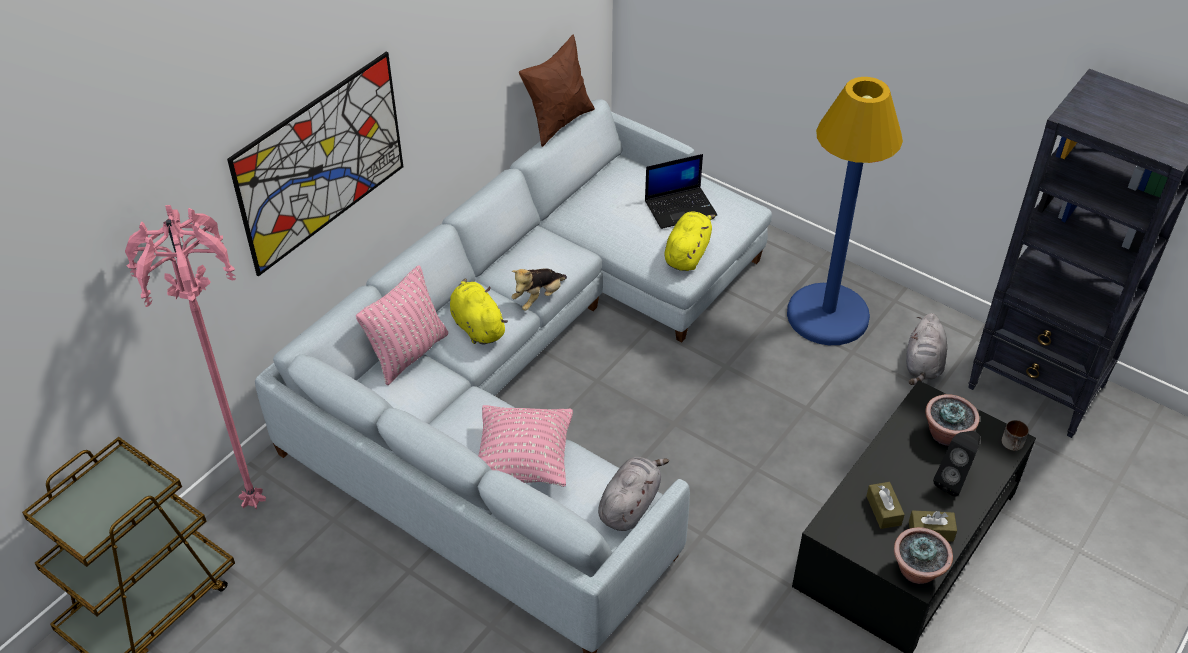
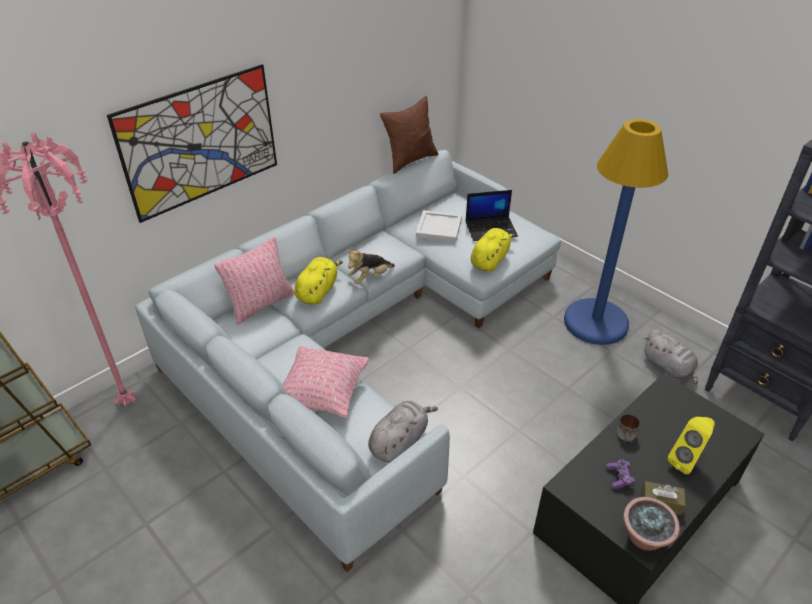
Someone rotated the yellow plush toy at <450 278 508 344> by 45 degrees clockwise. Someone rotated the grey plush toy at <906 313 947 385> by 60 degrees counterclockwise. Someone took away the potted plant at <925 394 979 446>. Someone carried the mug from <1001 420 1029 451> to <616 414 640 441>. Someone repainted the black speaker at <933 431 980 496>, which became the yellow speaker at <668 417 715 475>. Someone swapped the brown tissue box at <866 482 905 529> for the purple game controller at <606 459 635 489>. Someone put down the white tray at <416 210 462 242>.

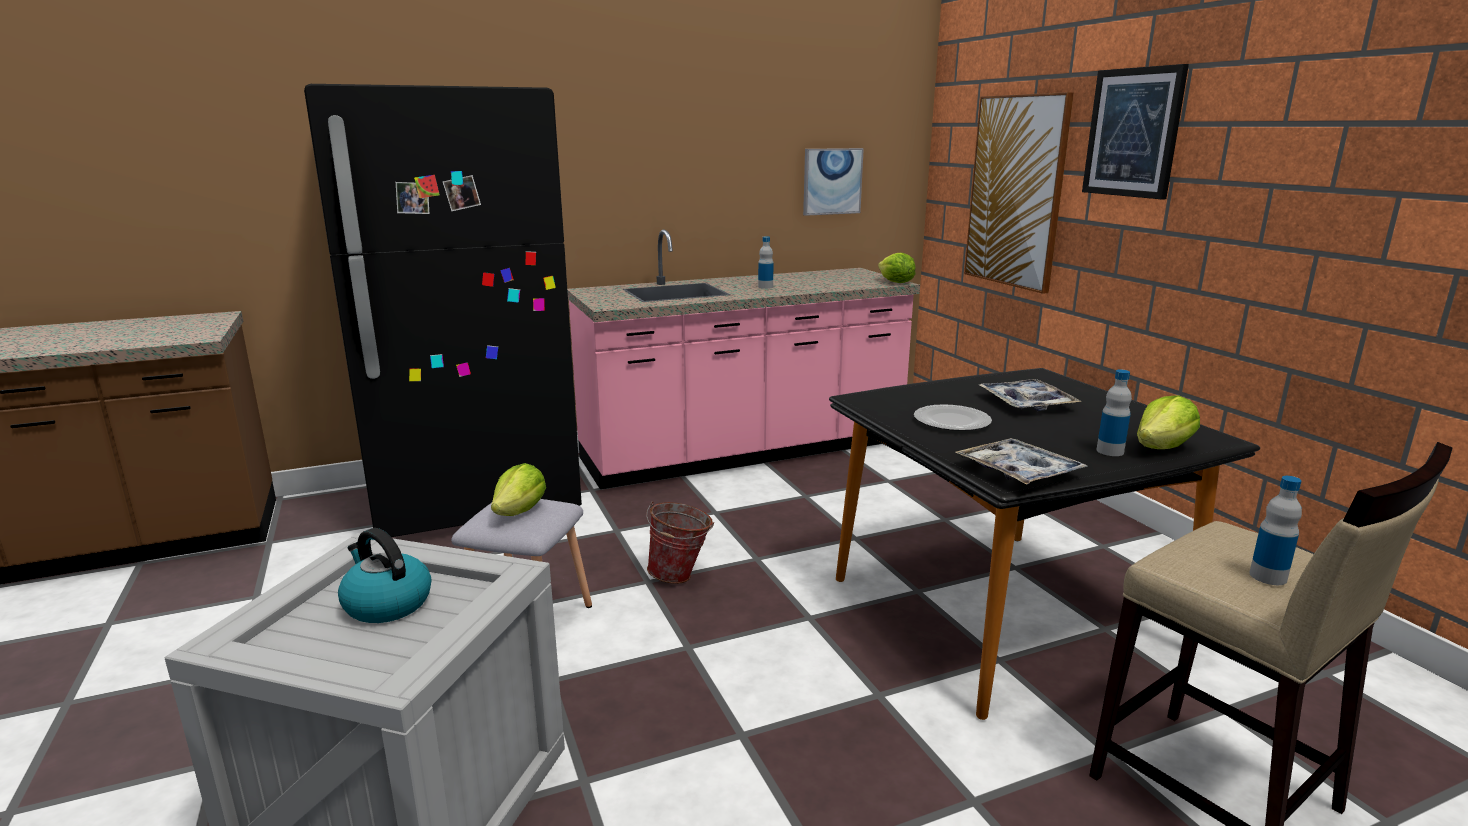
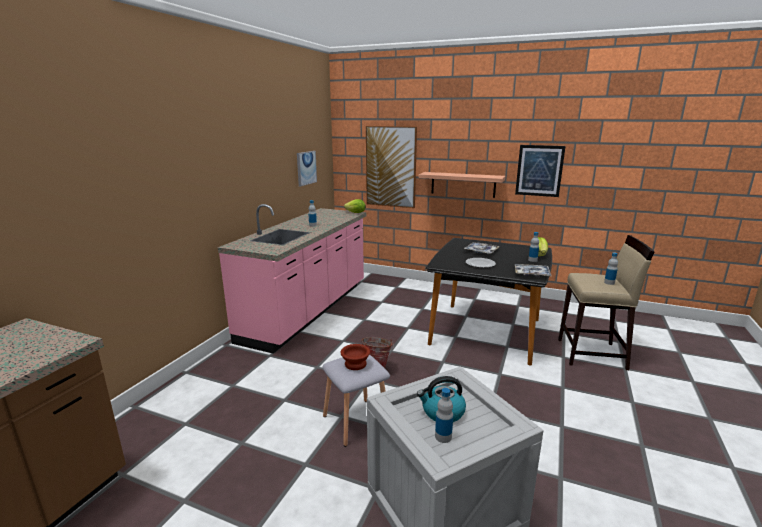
Someone carried the picture from <1082 64 1189 199> to <515 145 566 197>. Someone took away the black fridge at <304 84 582 537>. Someone swapped the lettuce at <491 463 546 516> for the brown bowl at <340 344 370 370>. Someone put up the shelf at <419 172 505 198>. Someone put down the bottle at <435 388 453 443>.

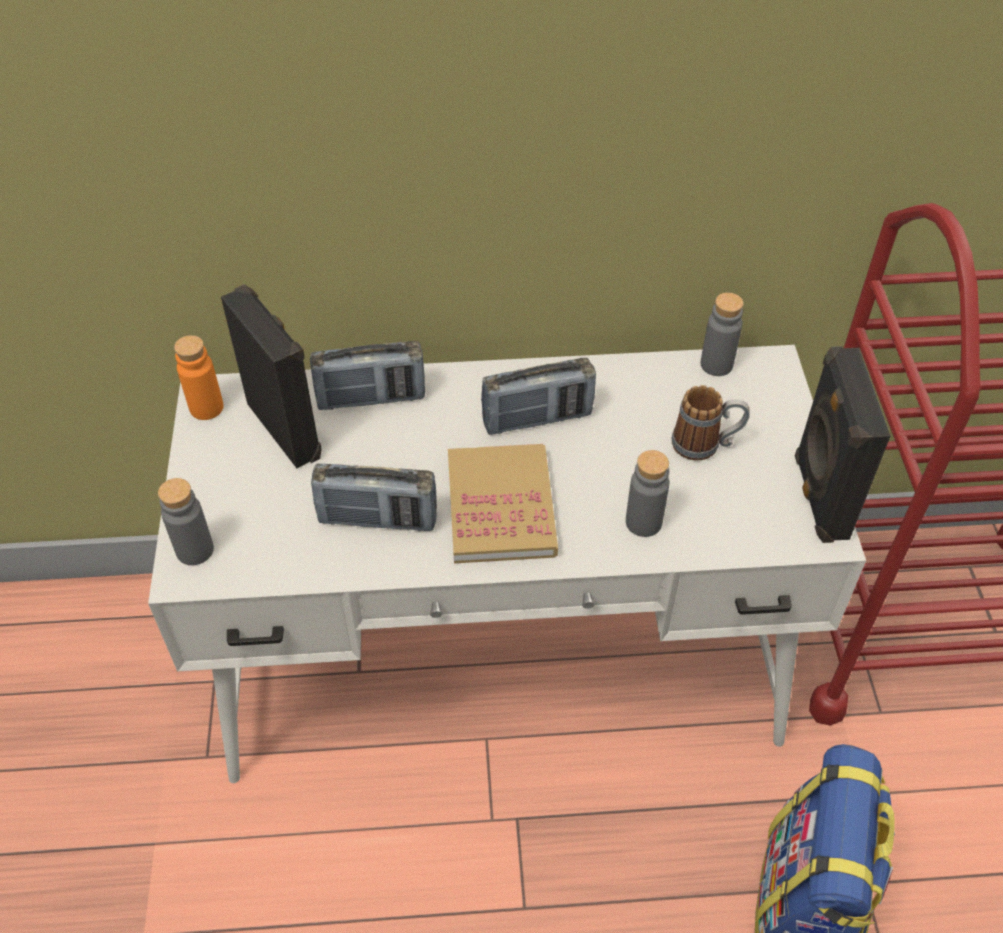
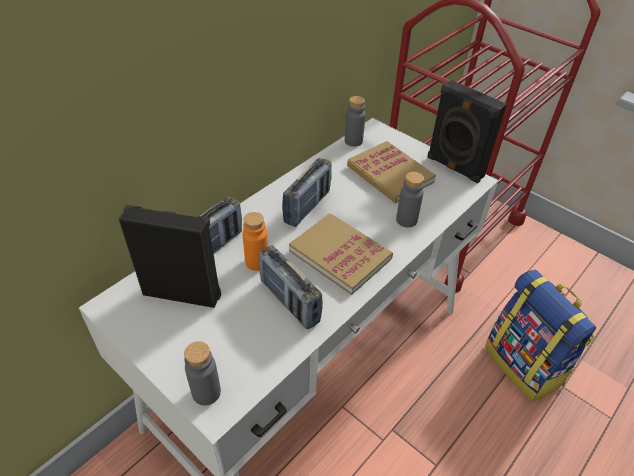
Someone carried the orange bottle from <174 335 224 420> to <243 212 268 271>. Someone swapped the mug at <671 385 750 461> for the book at <347 141 436 204>. Someone rotated the radio at <311 464 437 531> by 90 degrees clockwise.

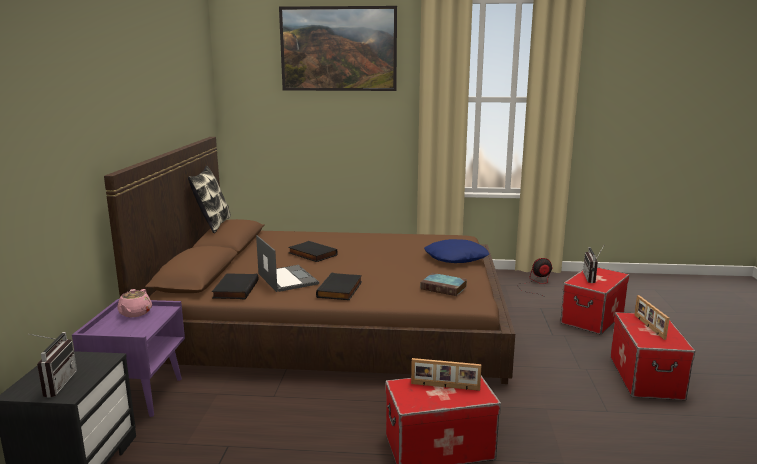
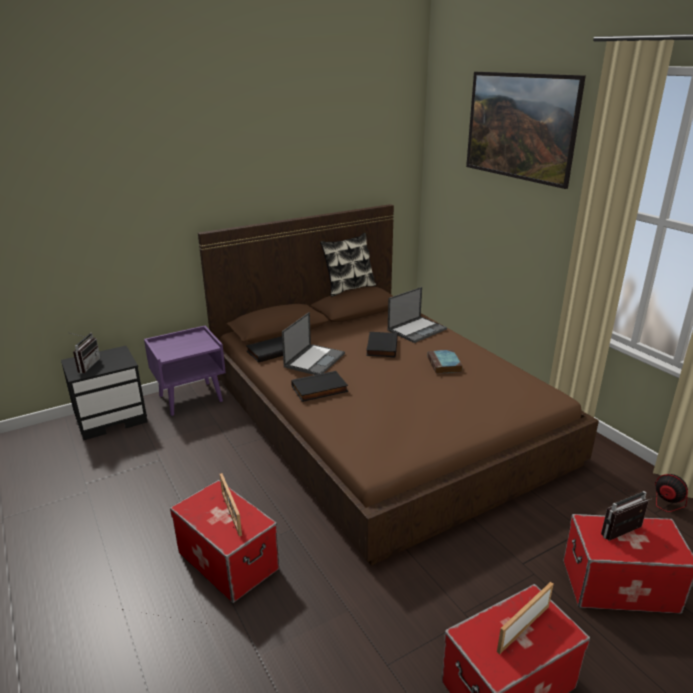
Someone took away the blue pillow at <424 239 489 263>. Someone carried the book from <421 273 467 296> to <428 350 463 374>. Someone took away the pink teapot at <118 289 152 317>. Someone rotated the radio at <28 332 77 398> by 45 degrees counterclockwise. Someone put down the laptop at <388 287 447 343>.

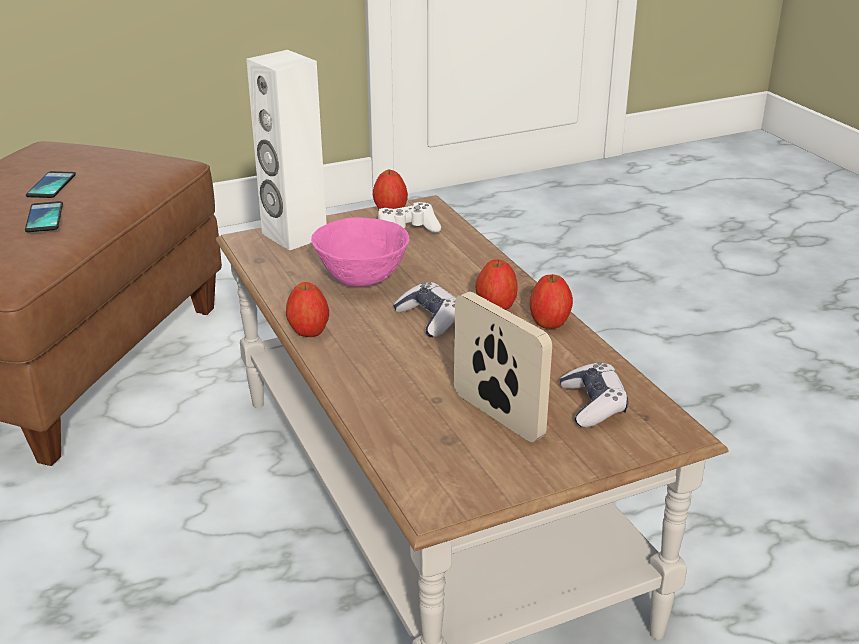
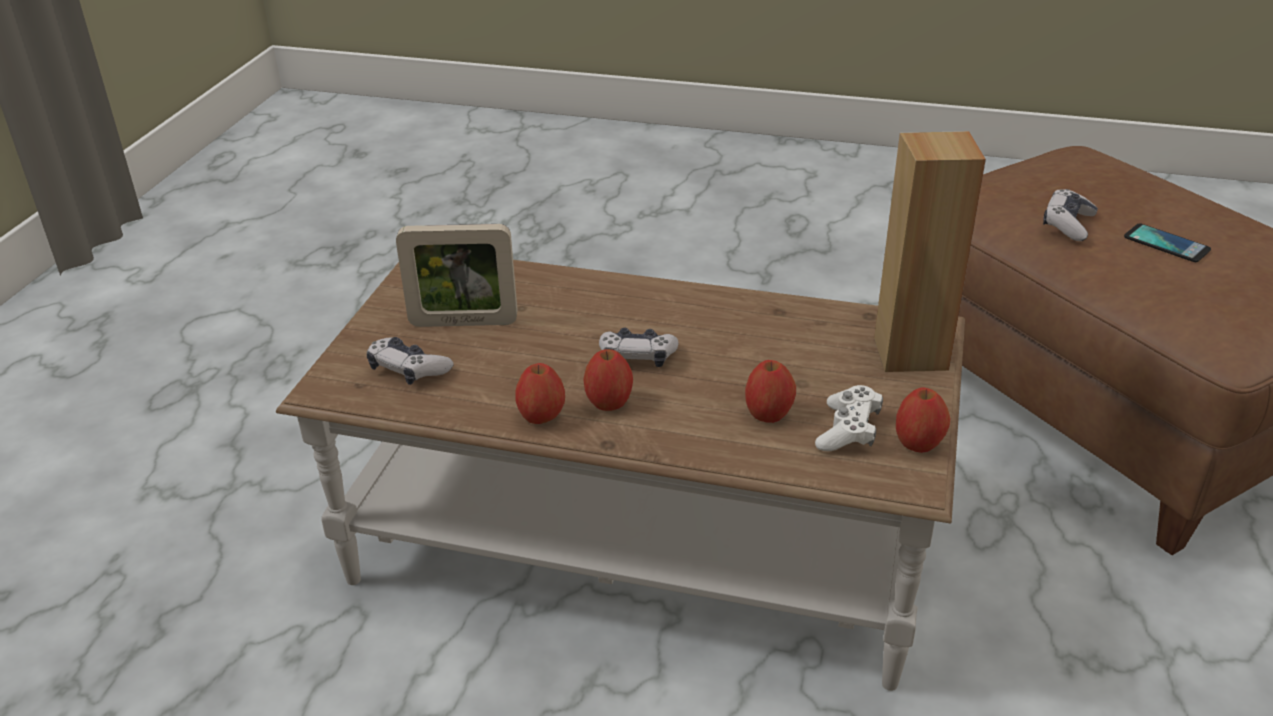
Someone repainted the white speaker at <246 50 327 251>, which became the brown speaker at <874 131 986 372>. Someone swapped the phone at <25 201 63 232> for the game controller at <1043 189 1098 241>. Someone took away the pink bowl at <311 217 409 287>. Someone carried the apple from <286 282 329 337> to <745 360 796 423>.

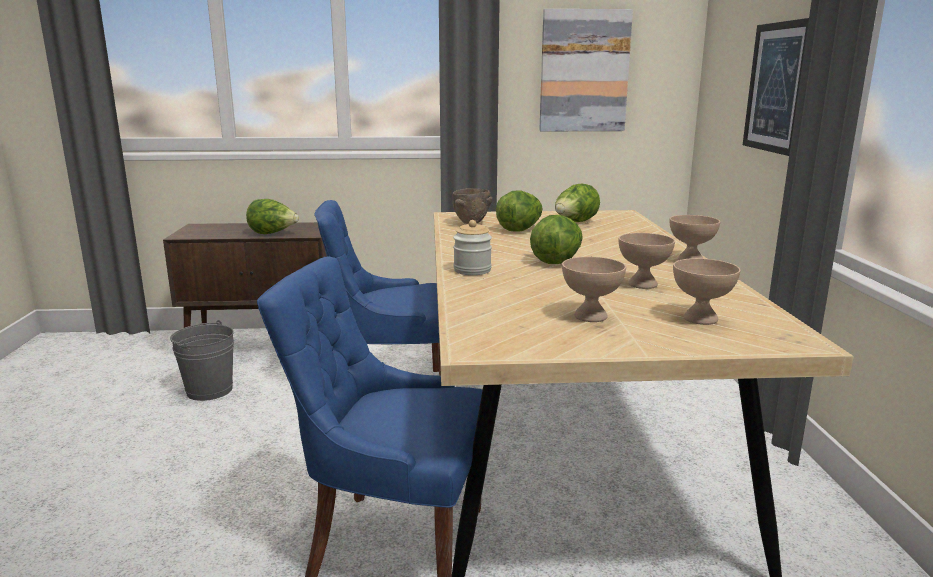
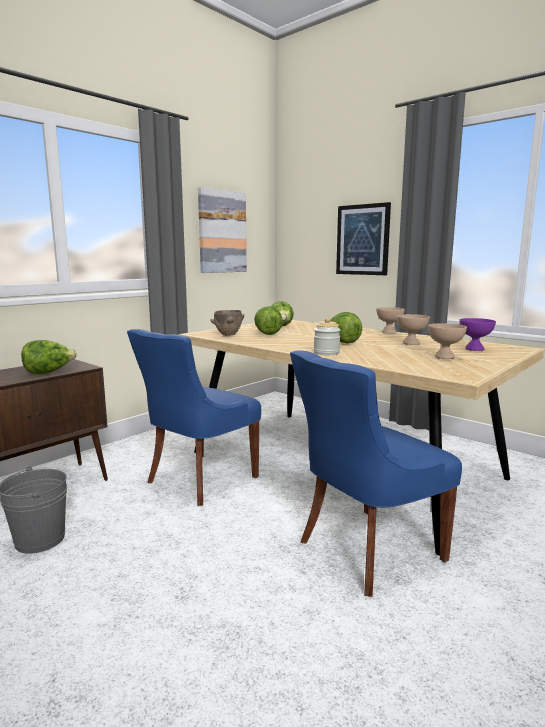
Someone repainted the beige bowl at <673 258 741 325>, which became the purple bowl at <459 318 496 351>.

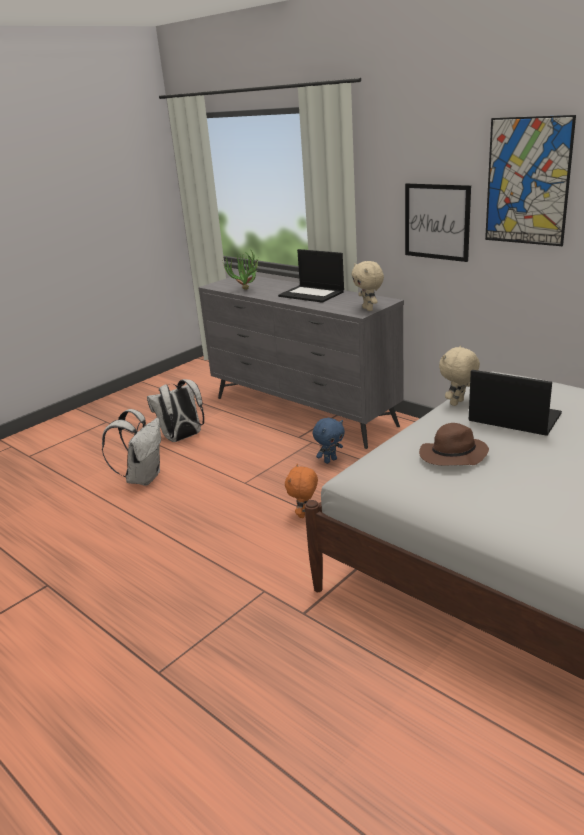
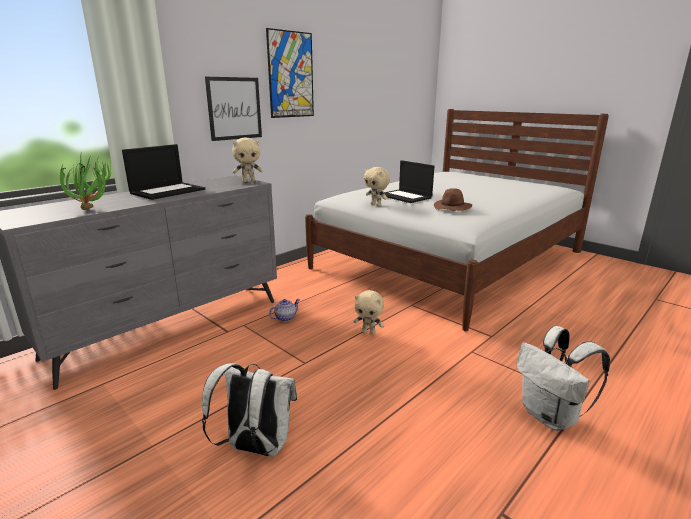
Someone rotated the laptop at <469 370 562 436> by 75 degrees counterclockwise. Someone carried the white backpack from <147 379 204 442> to <517 326 610 431>. Someone swapped the blue plush toy at <313 418 345 464> for the teapot at <269 299 300 322>. Someone repainted the orange plush toy at <285 464 318 518>, which became the beige plush toy at <353 290 385 335>.

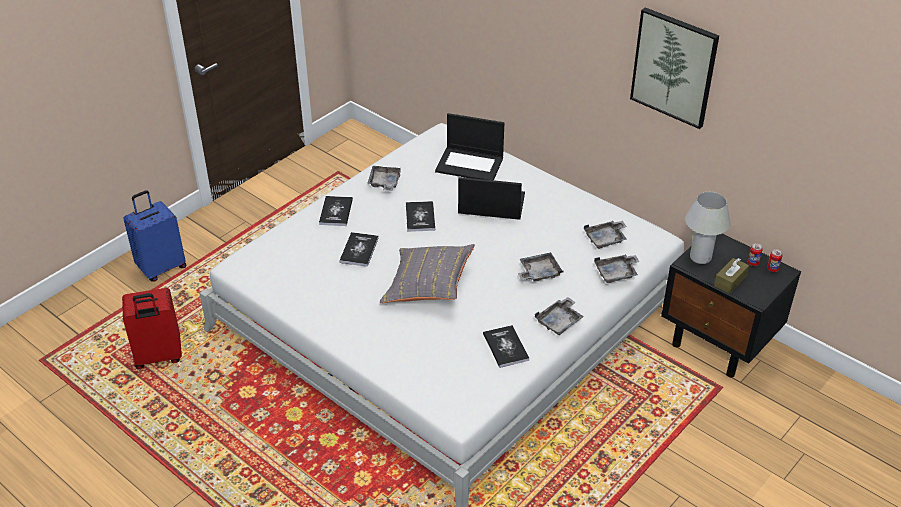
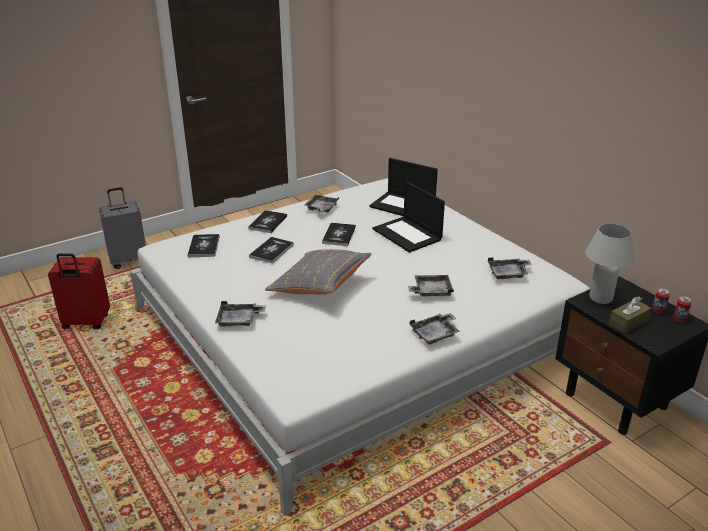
Someone took away the picture at <630 7 719 129>. Someone rotated the laptop at <458 177 525 220> by 150 degrees counterclockwise. Someone repainted the blue suitcase at <124 190 186 281>, which became the grey suitcase at <99 187 146 269>. Someone carried the grey tray from <594 255 639 283> to <215 301 266 326>. Someone carried the book from <483 325 529 368> to <187 234 220 257>.

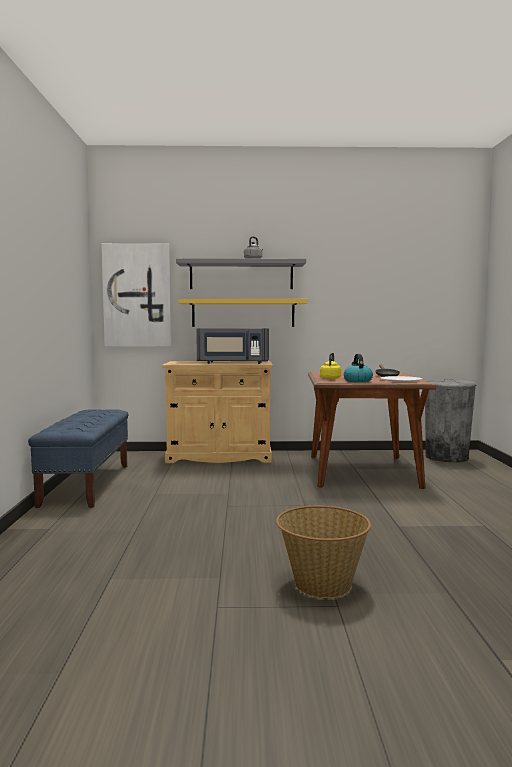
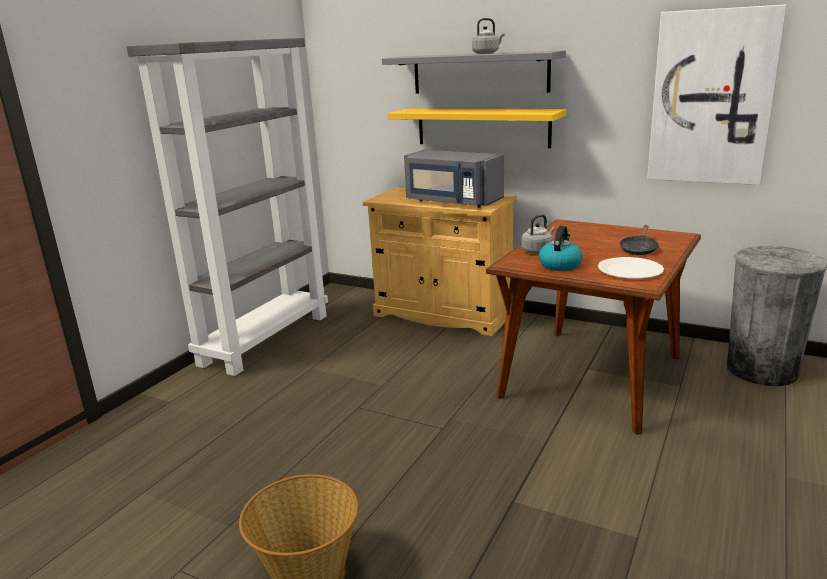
Someone carried the picture from <101 243 172 347> to <647 4 787 185>. Someone repainted the yellow kettle at <320 353 341 379>, which became the grey kettle at <521 214 555 254>. Someone swapped the blue bench at <28 409 128 508> for the grey bookcase at <126 38 328 376>.

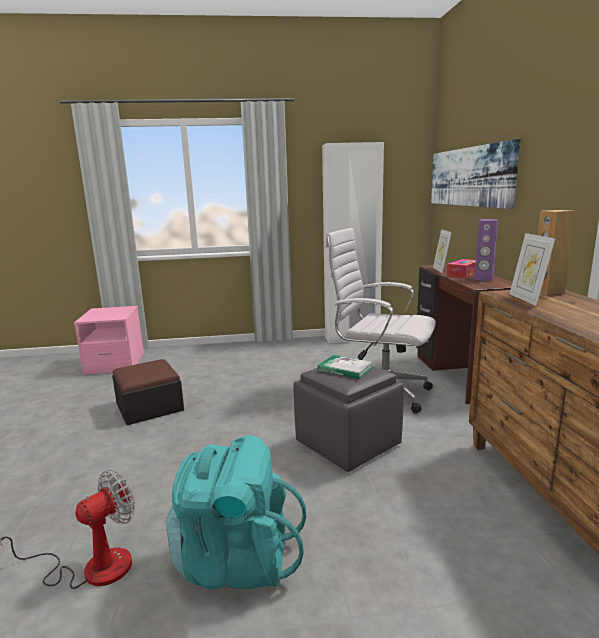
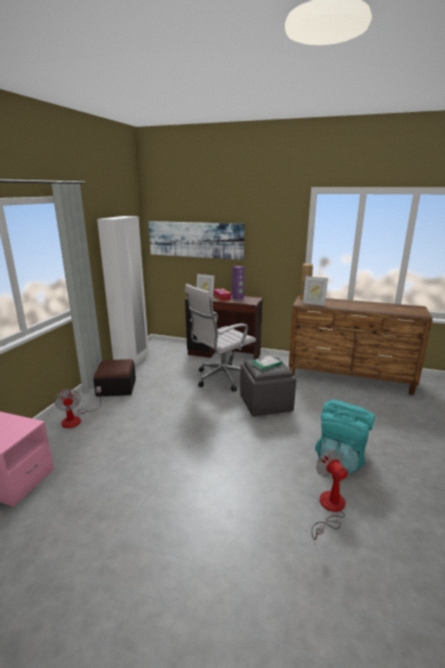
Someone carried the ottoman from <112 359 184 425> to <94 359 136 397>. Someone put down the fan at <54 386 101 428>.

